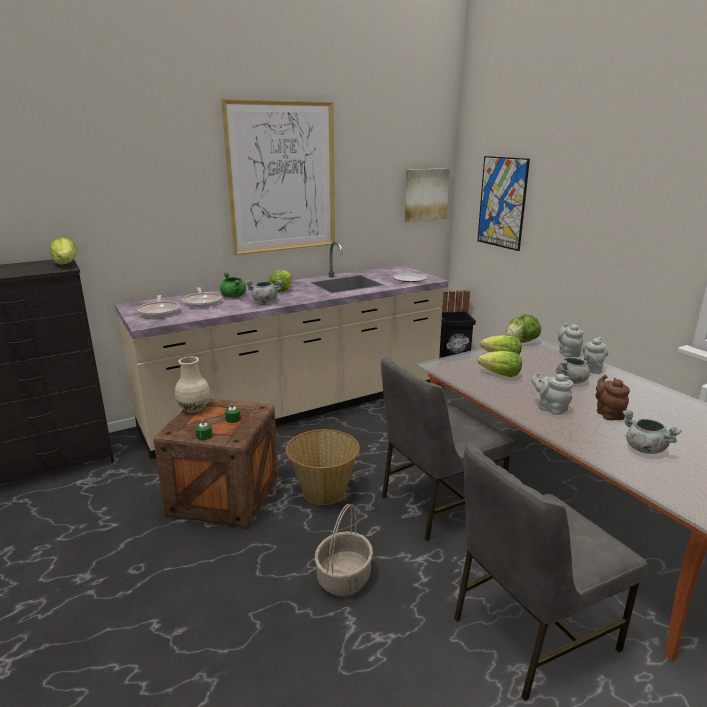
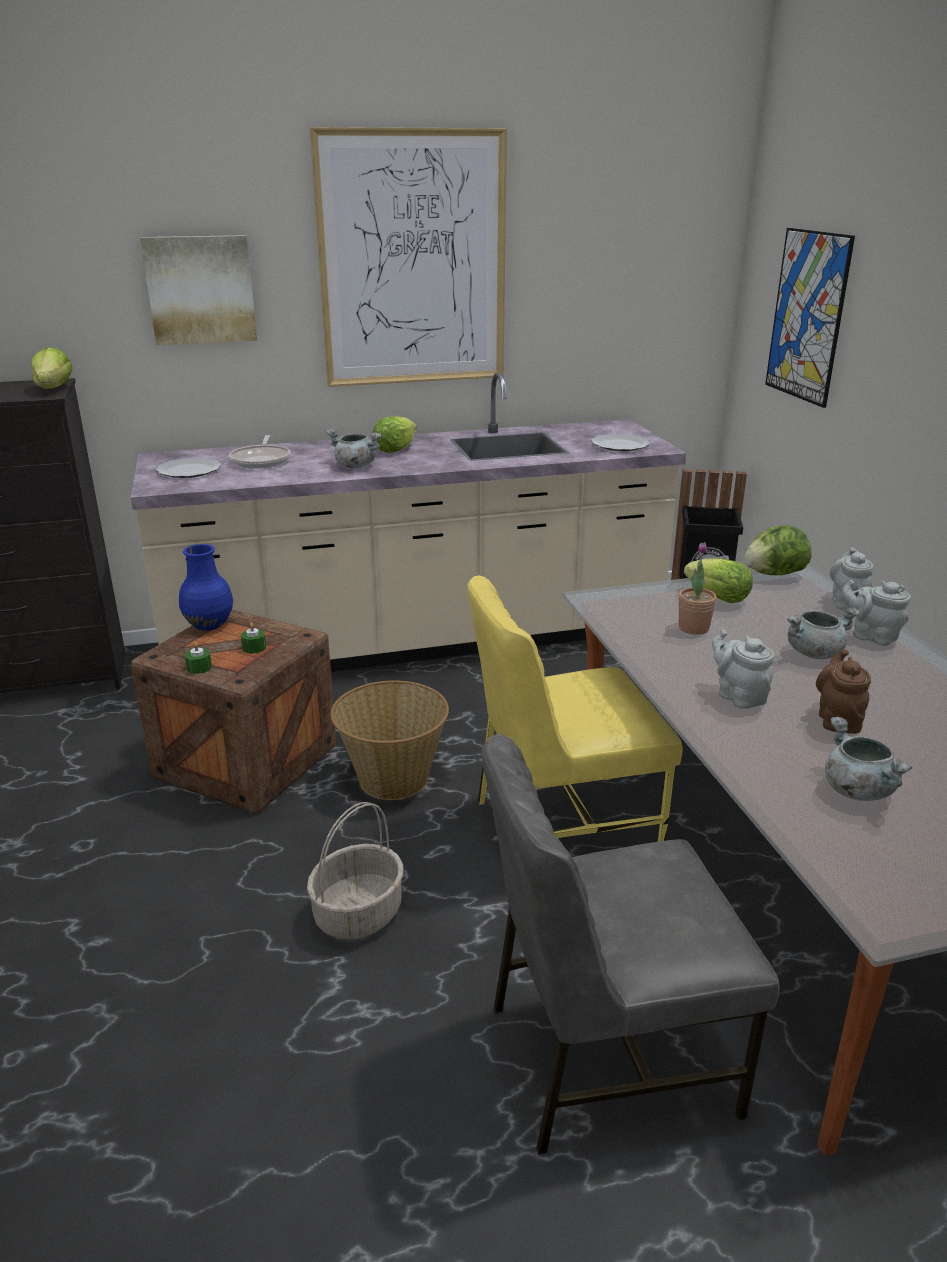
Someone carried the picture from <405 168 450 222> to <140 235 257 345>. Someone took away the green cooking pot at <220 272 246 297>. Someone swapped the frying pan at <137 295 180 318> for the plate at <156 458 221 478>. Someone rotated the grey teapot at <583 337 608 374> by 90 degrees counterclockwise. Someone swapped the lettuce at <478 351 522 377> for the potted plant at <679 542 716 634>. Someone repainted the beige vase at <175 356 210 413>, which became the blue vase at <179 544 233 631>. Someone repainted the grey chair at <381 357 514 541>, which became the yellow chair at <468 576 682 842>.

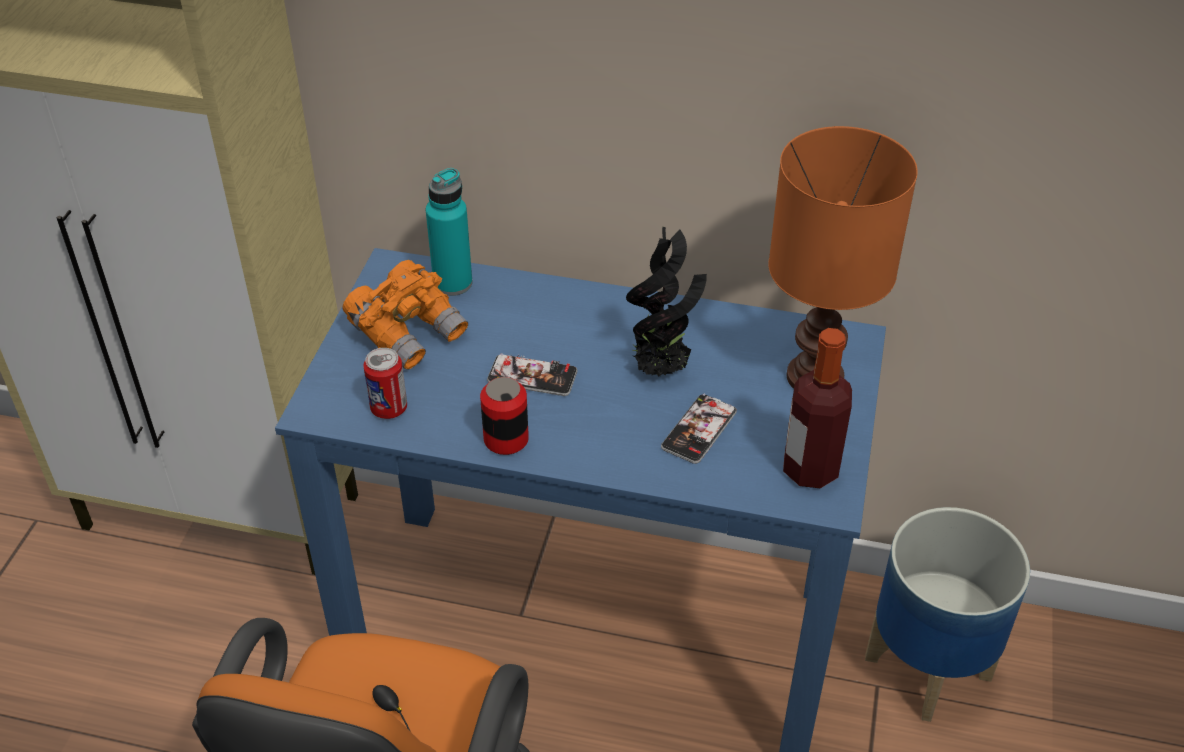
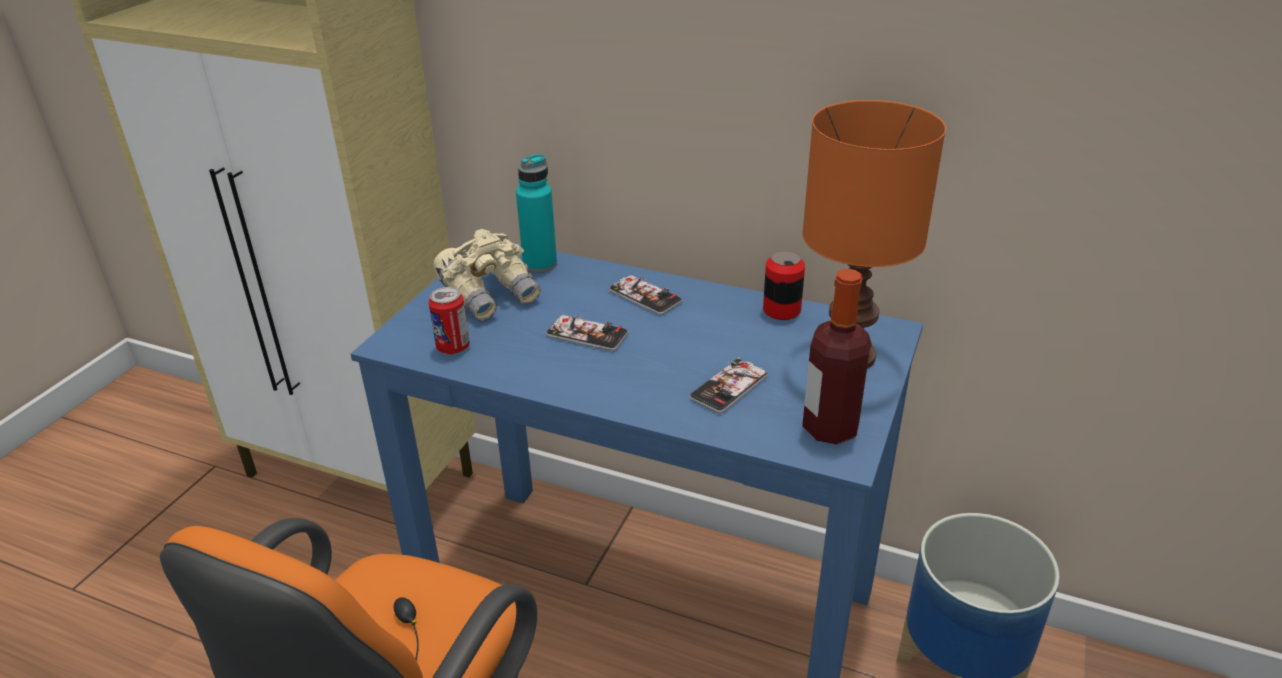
Someone took away the potted plant at <626 226 707 377>. Someone repainted the orange binoculars at <342 260 468 370>, which became the beige binoculars at <433 229 541 321>. Someone carried the can from <480 377 529 455> to <763 251 805 320>. Someone put down the phone at <609 274 683 315>.

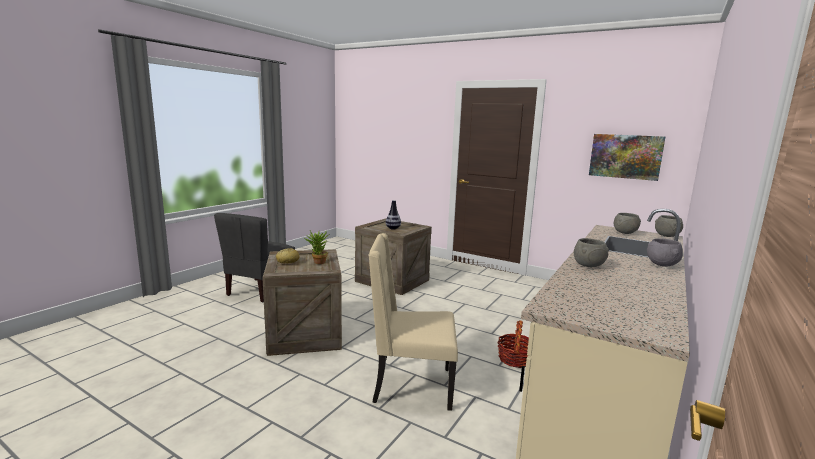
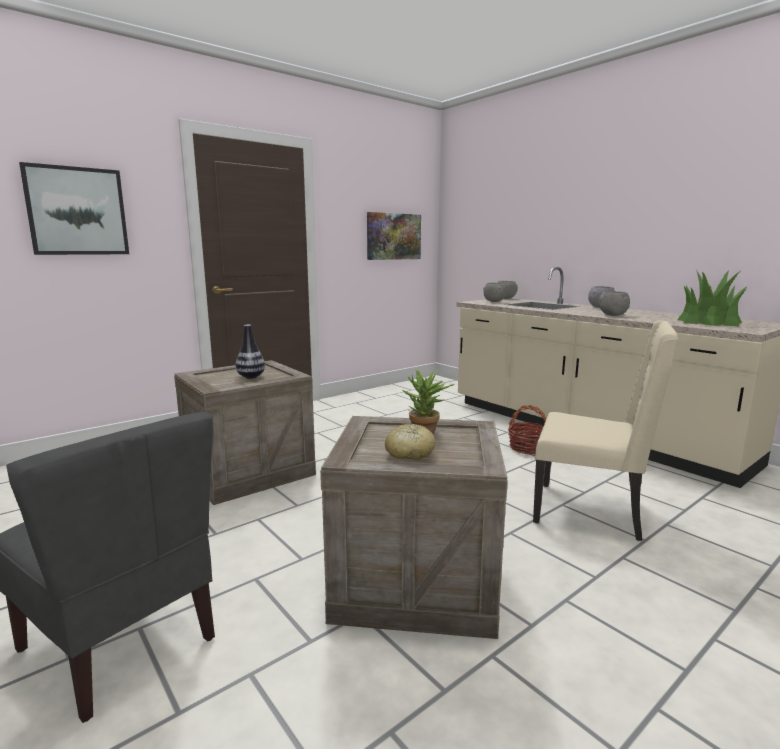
Someone rotated the beige chair at <368 233 458 411> by 90 degrees counterclockwise. Someone put up the picture at <19 162 129 255>. Someone put down the potted plant at <677 270 746 327>.

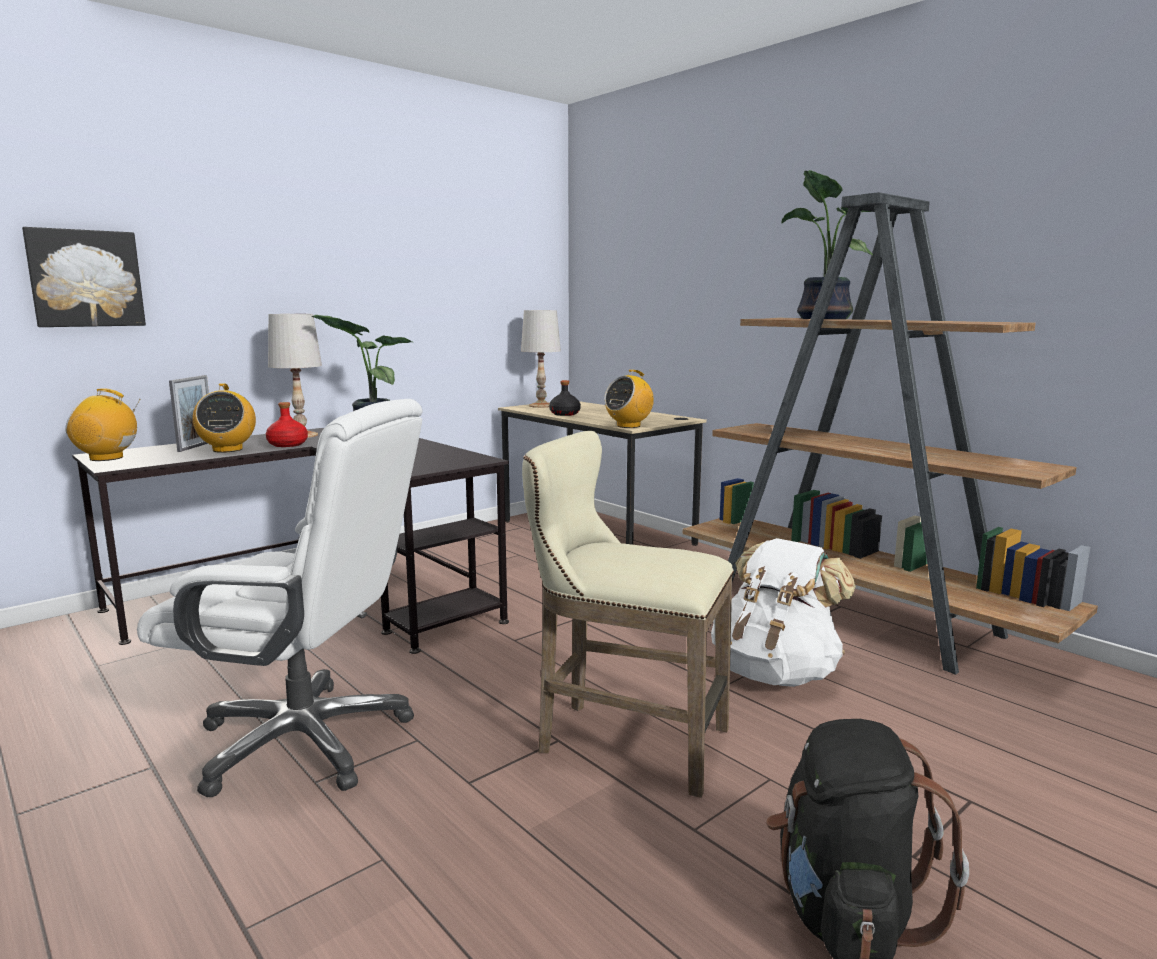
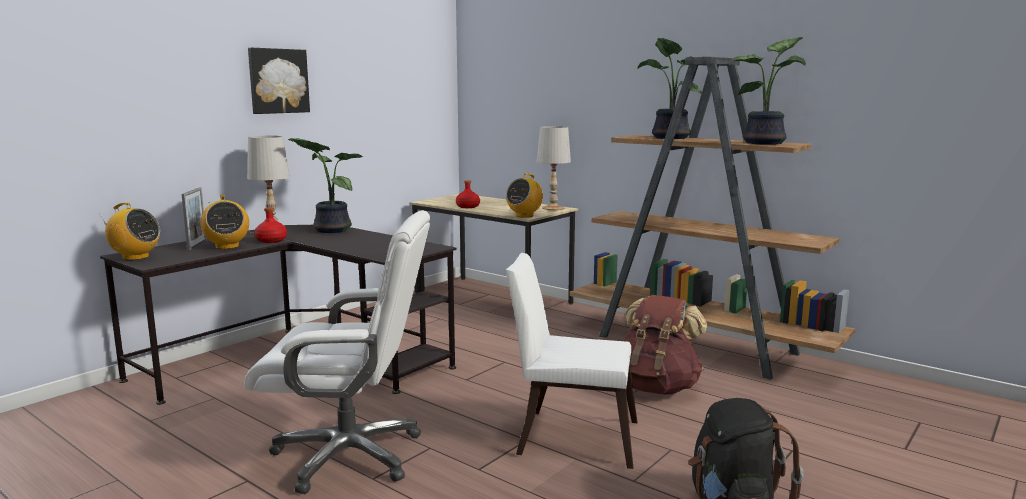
Someone carried the picture from <22 227 146 327> to <248 48 310 114>. Someone carried the white table lamp from <521 310 561 408> to <537 126 571 210>. Someone repainted the black bottle at <549 380 581 416>, which became the red bottle at <456 180 480 208>. Someone rotated the radio at <65 388 141 461> by 150 degrees counterclockwise. Someone swapped the beige stool at <522 431 734 798> for the white chair at <506 253 638 469>. Someone repainted the white backpack at <711 538 856 687>, which became the brown backpack at <623 295 707 394>. Someone put down the potted plant at <732 37 806 145>.

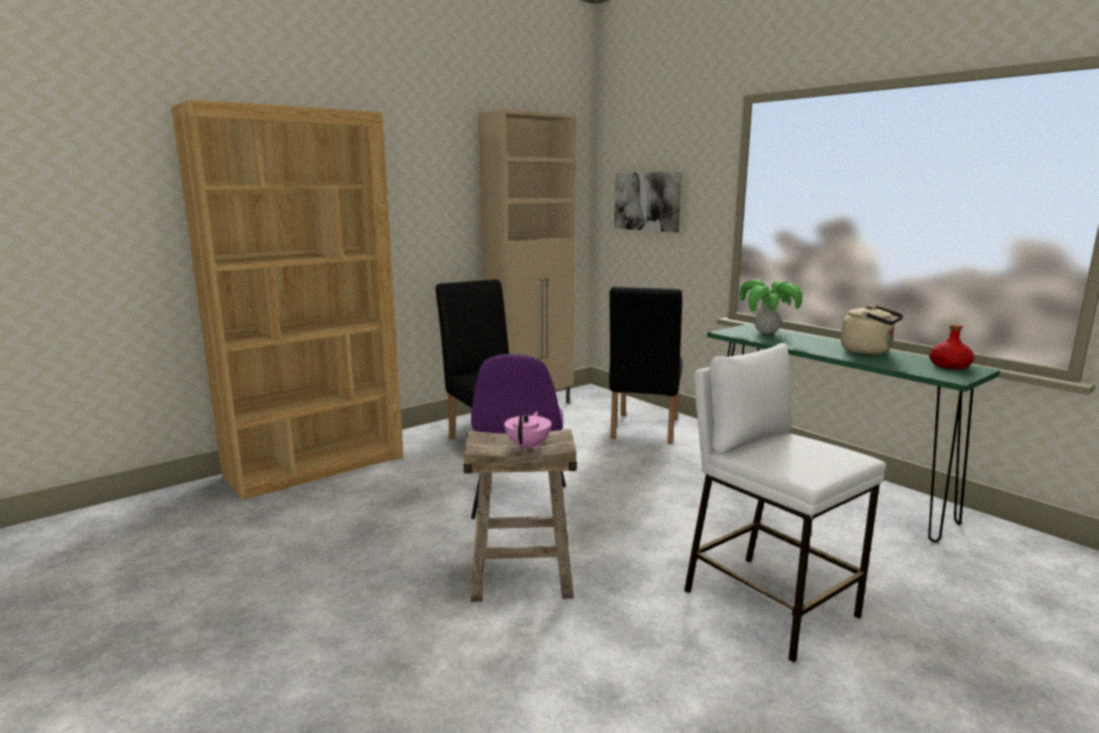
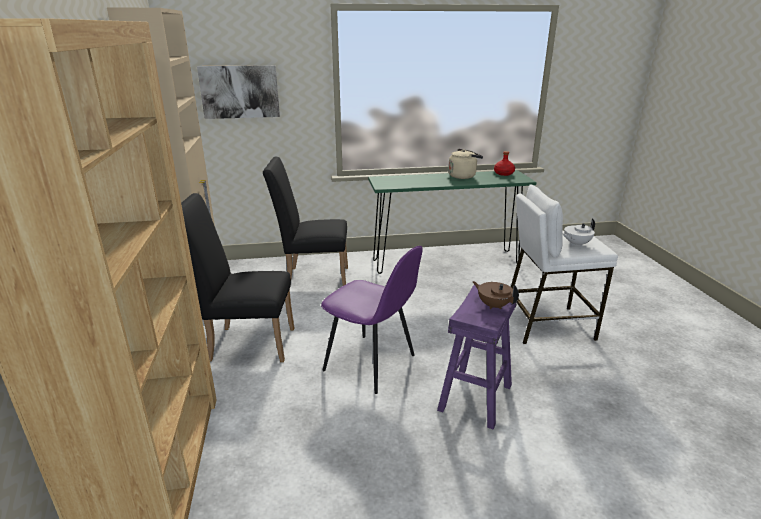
Someone took away the potted plant at <739 280 802 334>. Someone rotated the black chair at <609 287 683 444> by 135 degrees clockwise. Someone repainted the pink teapot at <504 411 552 451>, which became the brown teapot at <472 281 519 309>. Someone repainted the beige stool at <463 429 577 602>, which became the purple stool at <437 284 517 430>. Someone put down the white teapot at <563 219 595 247>.

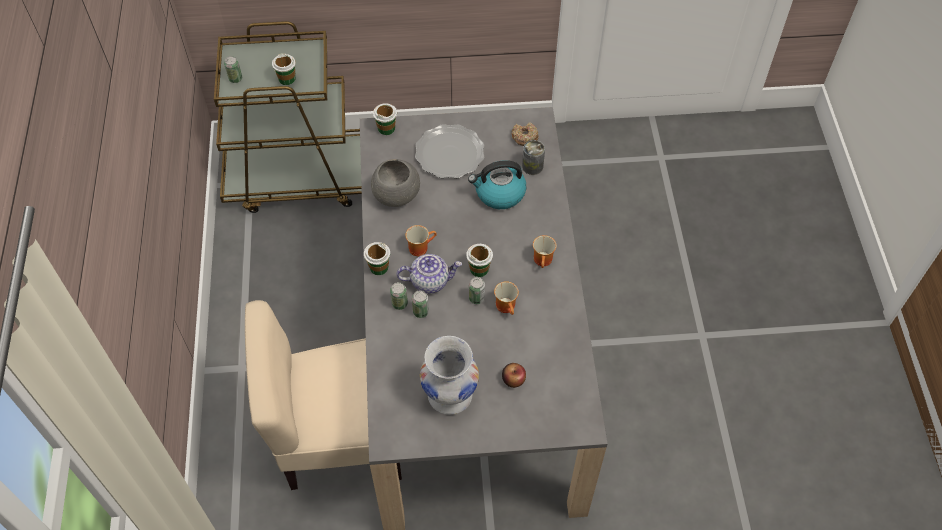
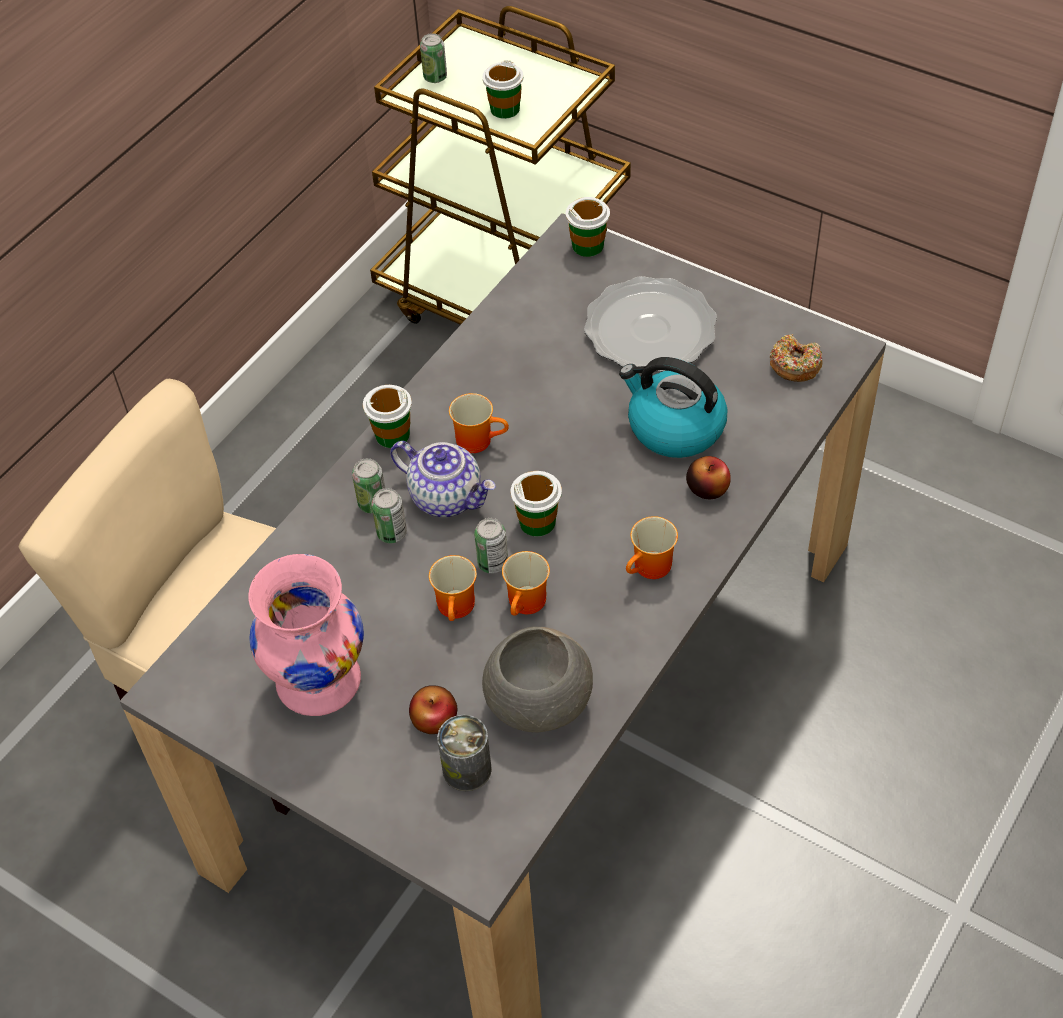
Someone carried the can from <522 140 545 175> to <437 715 492 791>. Someone carried the grey bowl from <371 159 420 207> to <482 626 593 732>. Someone repainted the white vase at <420 336 479 415>, which became the pink vase at <248 554 364 716>. Someone put down the apple at <686 456 731 499>. Someone put down the mug at <429 555 477 621>.

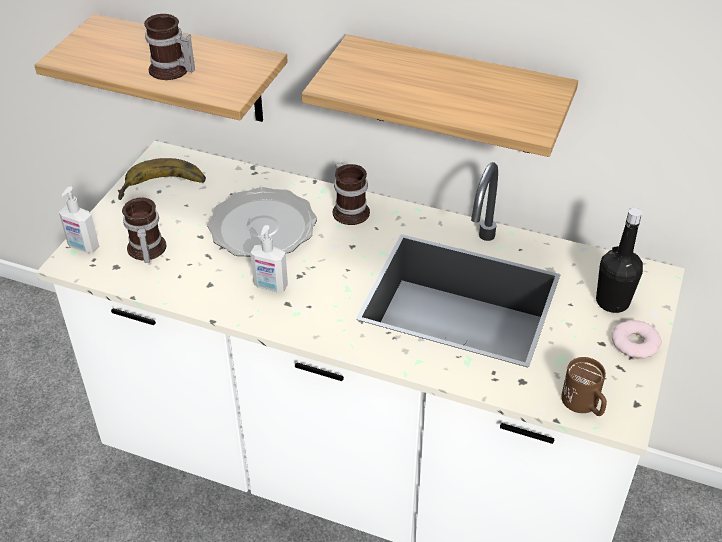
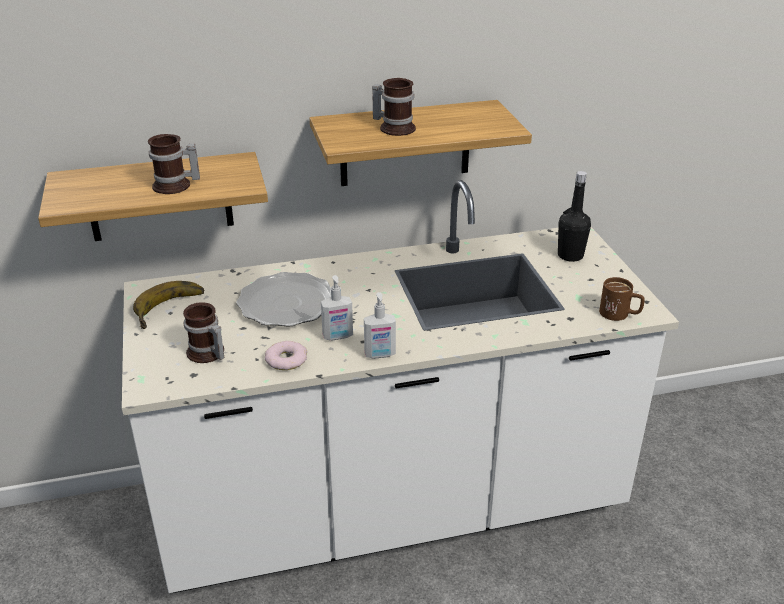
Someone carried the mug from <333 163 370 225> to <372 78 416 136>. Someone carried the soap dispenser from <59 186 99 253> to <364 292 396 359>. Someone carried the donut from <612 320 662 359> to <265 341 307 370>.

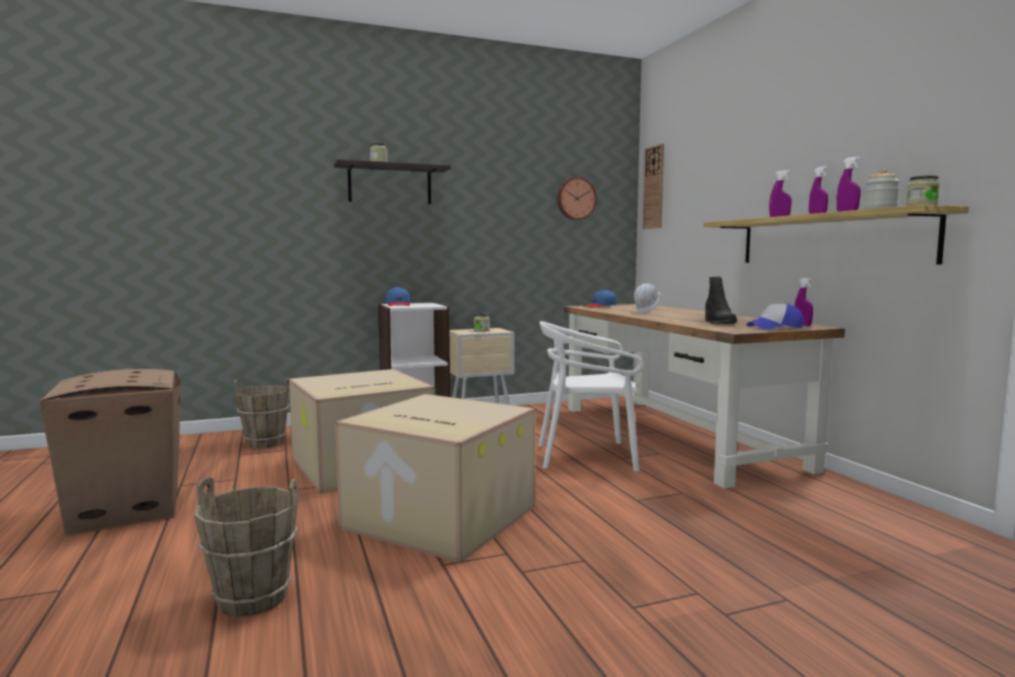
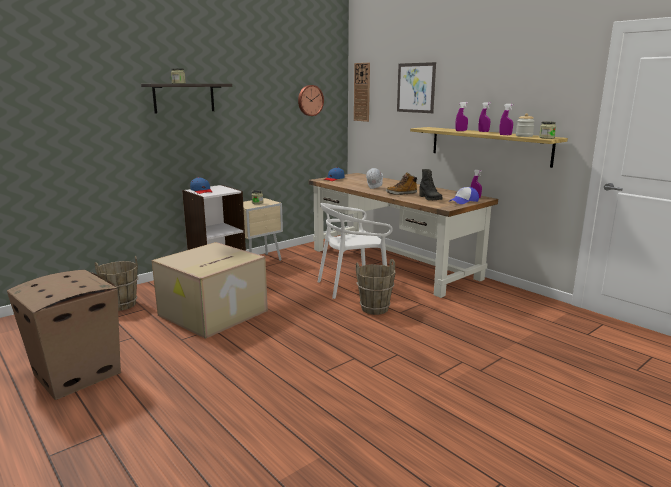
Someone took away the cardboard box at <335 394 535 563>. Someone carried the brown bucket from <194 477 299 617> to <356 259 396 315>. Someone put up the picture at <397 62 436 113>. Someone put down the boot at <386 172 418 195>.

